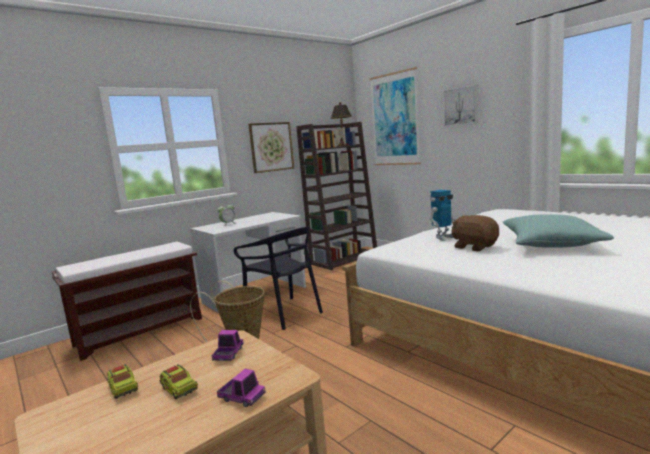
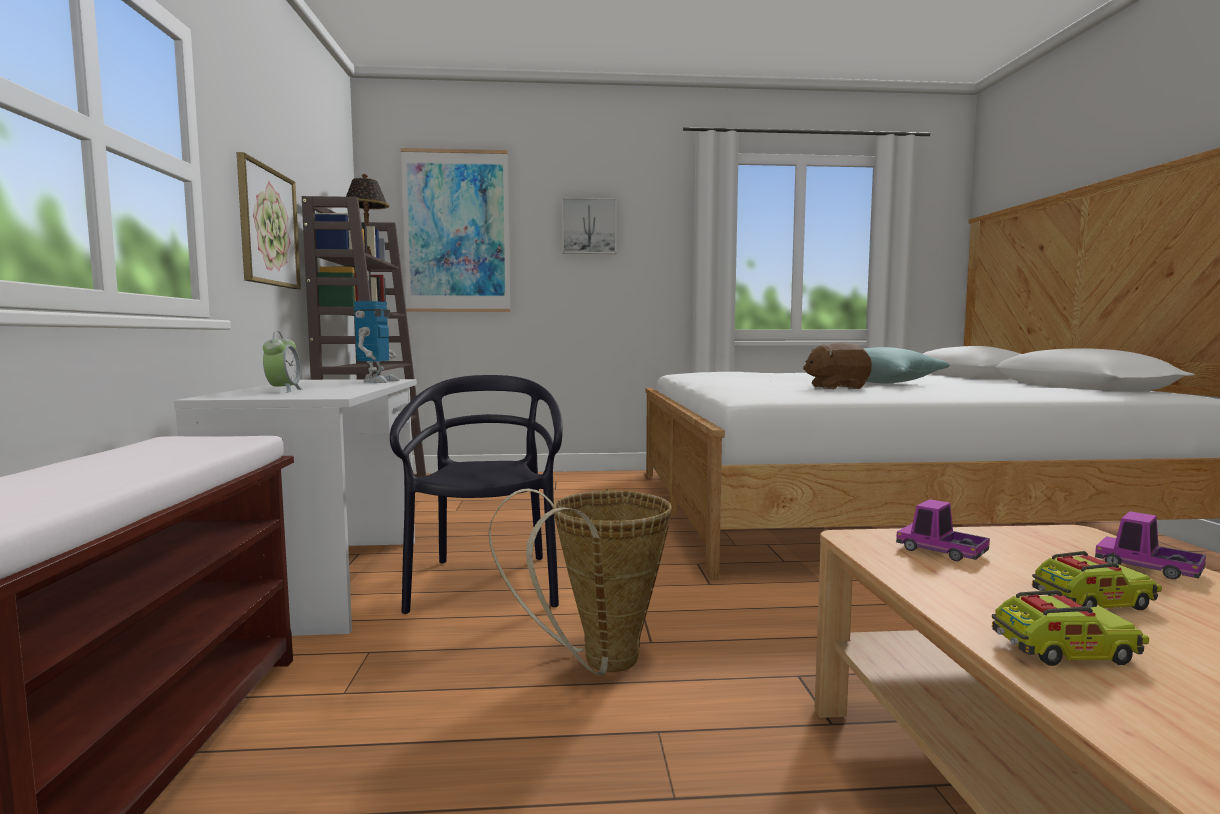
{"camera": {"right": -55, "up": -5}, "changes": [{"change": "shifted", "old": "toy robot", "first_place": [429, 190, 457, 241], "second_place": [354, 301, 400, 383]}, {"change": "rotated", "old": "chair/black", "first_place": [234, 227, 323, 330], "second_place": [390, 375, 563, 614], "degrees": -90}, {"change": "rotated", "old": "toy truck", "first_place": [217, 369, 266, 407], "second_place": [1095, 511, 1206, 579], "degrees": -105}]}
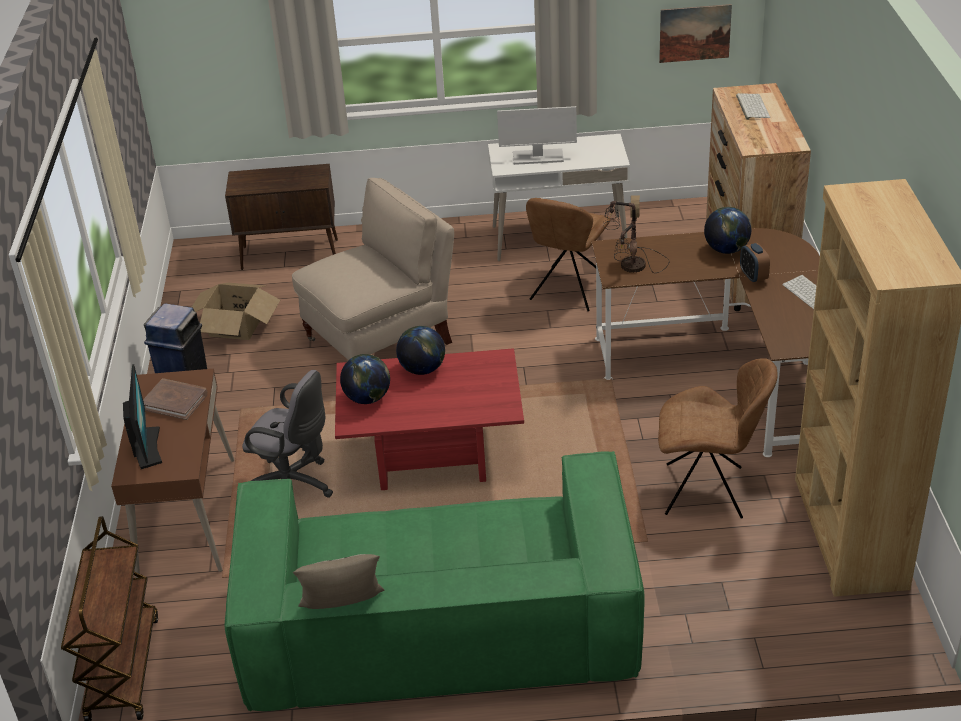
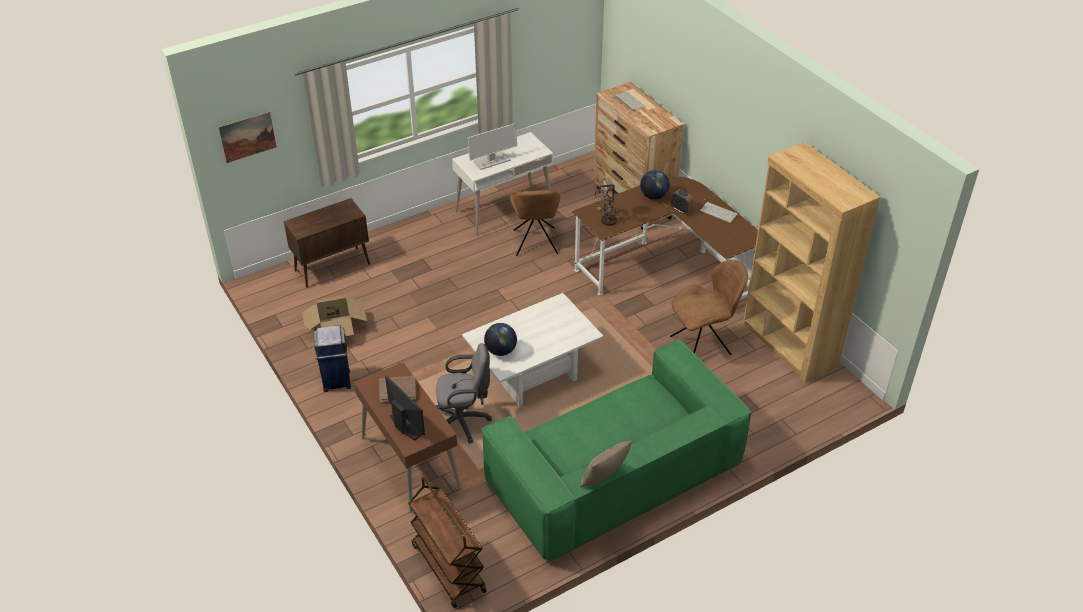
{"camera": {"right": -30, "up": 5}, "changes": [{"change": "shifted", "old": "picture", "first_place": [659, 4, 732, 63], "second_place": [219, 111, 276, 163]}, {"change": "repainted", "old": "coffee table/red", "new": "coffee table/white", "first_place": [335, 348, 524, 490], "second_place": [462, 293, 604, 406]}, {"change": "gone", "old": "chair/beige", "first_place": [292, 178, 454, 360]}, {"change": "gone", "old": "globe", "first_place": [396, 326, 445, 375]}]}
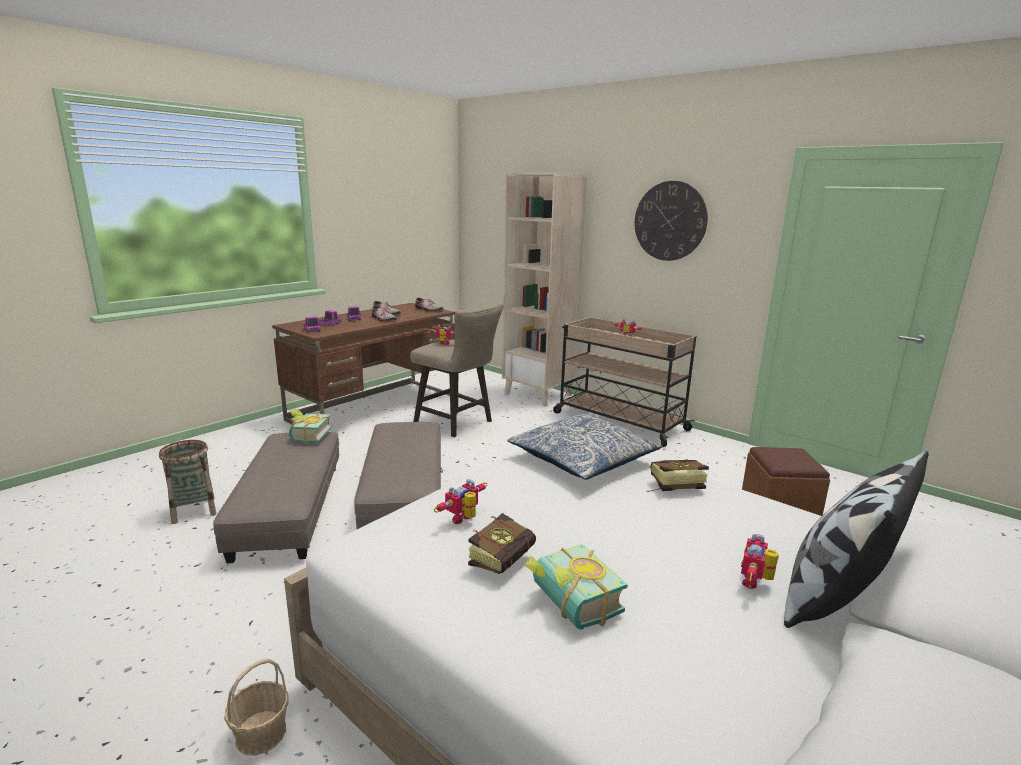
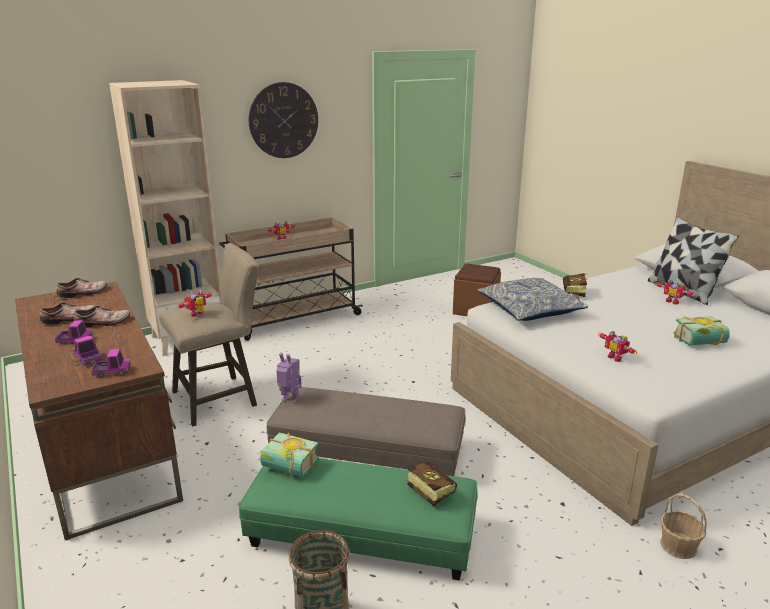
{"camera": {"right": -70, "up": 5}, "changes": [{"change": "repainted", "old": "ottoman/grey", "new": "ottoman/green", "first_place": [213, 432, 339, 563], "second_place": [239, 458, 477, 580]}, {"change": "new", "new": "toy robot", "second_place": [276, 352, 301, 403]}, {"change": "shifted", "old": "book", "first_place": [468, 513, 536, 574], "second_place": [405, 462, 457, 506]}]}
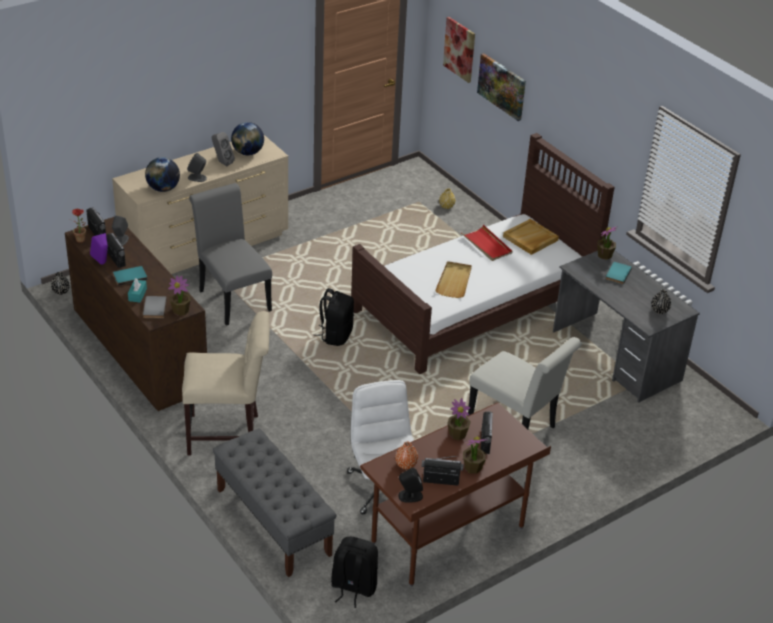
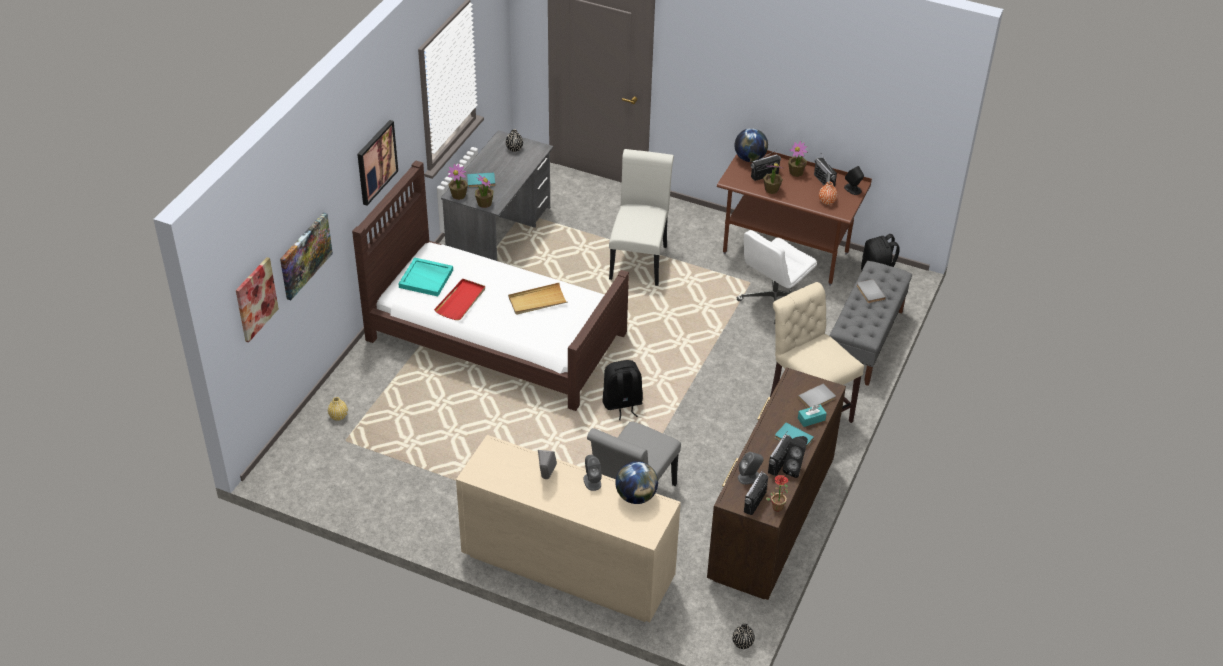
{"camera": {"right": -120, "up": 5}, "changes": [{"change": "new", "new": "picture", "second_place": [357, 120, 398, 206]}, {"change": "repainted", "old": "tray/beige", "new": "tray/turquoise", "first_place": [503, 219, 559, 255], "second_place": [398, 257, 453, 296]}, {"change": "shifted", "old": "potted plant", "first_place": [168, 275, 191, 316], "second_place": [475, 174, 493, 208]}, {"change": "shifted", "old": "globe", "first_place": [231, 122, 264, 155], "second_place": [735, 128, 768, 162]}, {"change": "repainted", "old": "speaker/purple", "new": "speaker/black", "first_place": [90, 233, 108, 264], "second_place": [783, 436, 808, 478]}, {"change": "new", "new": "book/grey", "second_place": [857, 279, 886, 303]}]}
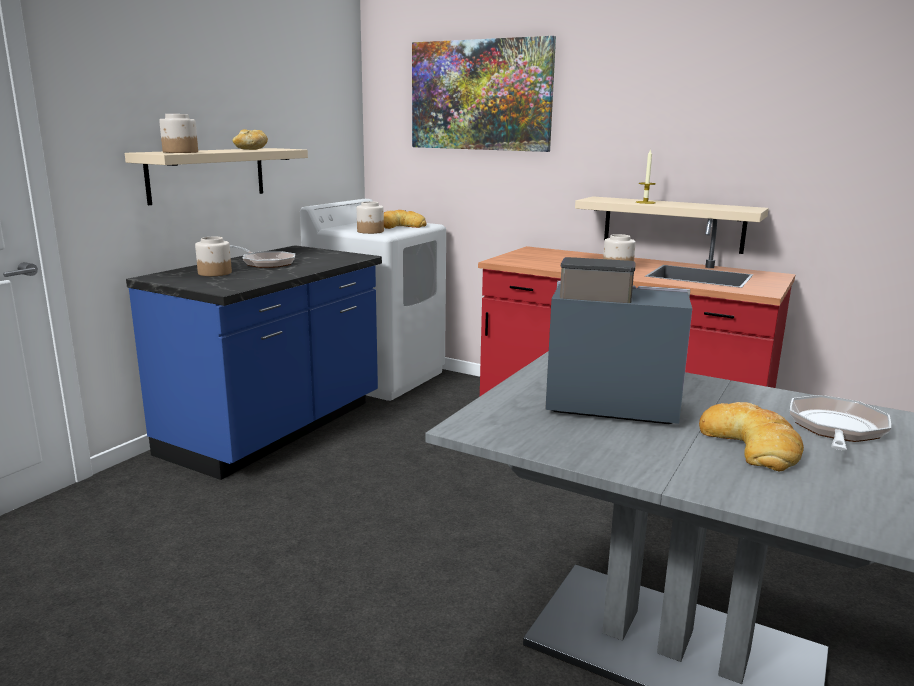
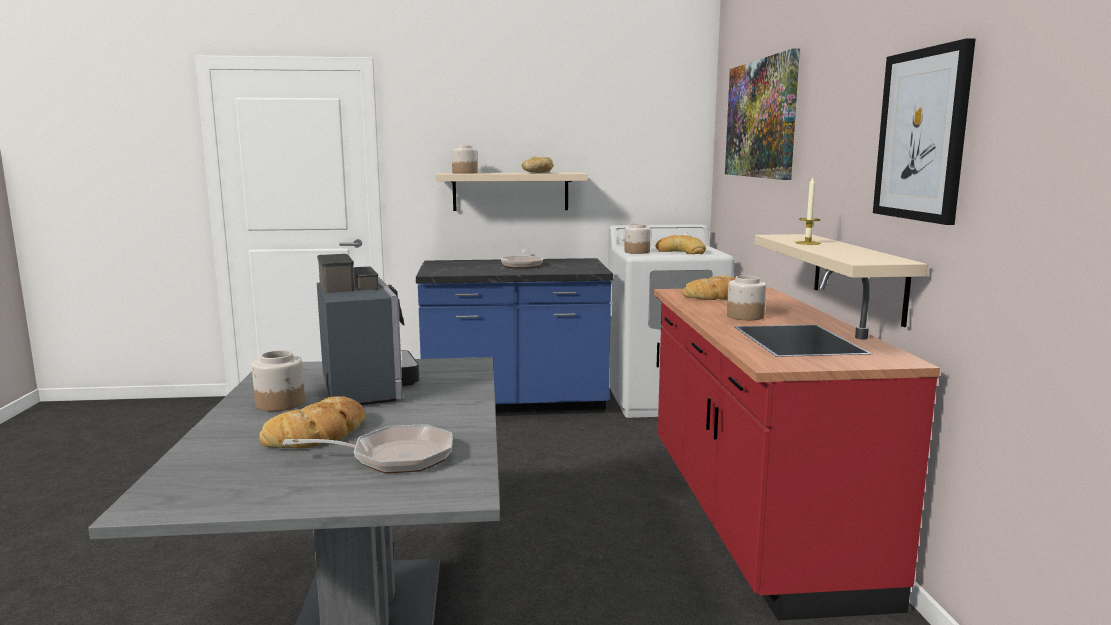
{"camera": {"right": 55, "up": -5}, "changes": [{"change": "shifted", "old": "jar", "first_place": [195, 237, 232, 276], "second_place": [252, 350, 305, 412]}, {"change": "new", "new": "bread", "second_place": [682, 275, 735, 300]}, {"change": "new", "new": "picture", "second_place": [873, 38, 976, 225]}]}
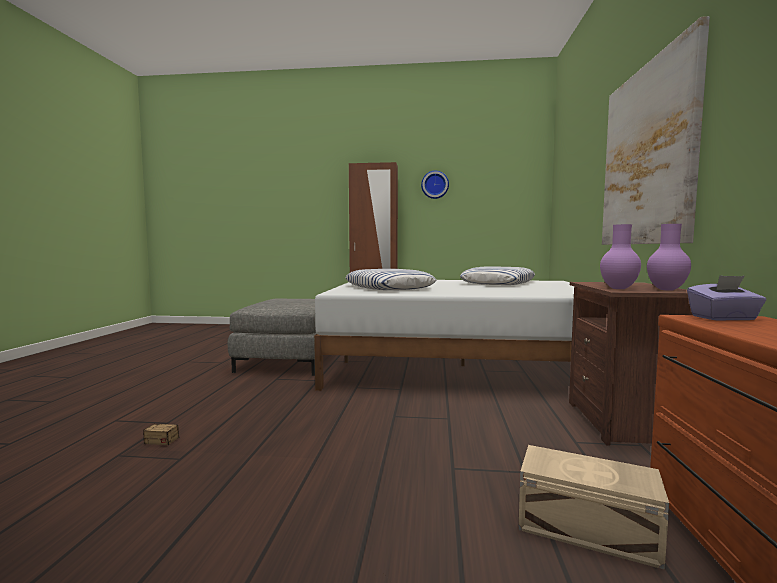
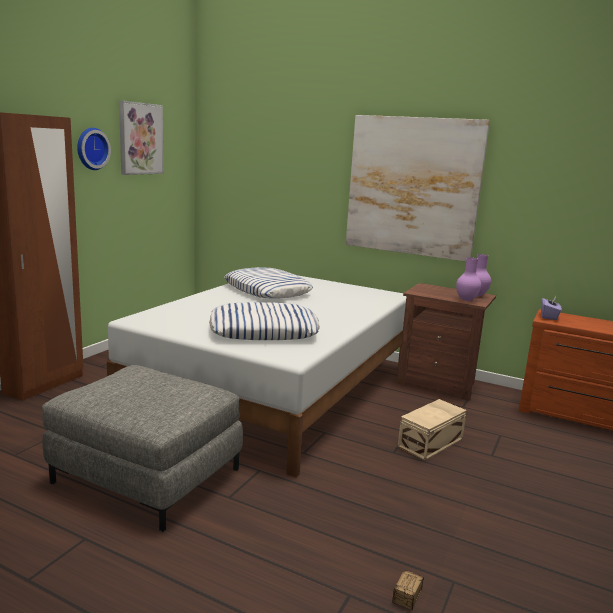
{"camera": {"right": -70, "up": 10}, "changes": [{"change": "new", "new": "picture", "second_place": [119, 100, 163, 175]}, {"change": "shifted", "old": "storage box/beige", "first_place": [518, 445, 669, 570], "second_place": [398, 399, 467, 461]}]}
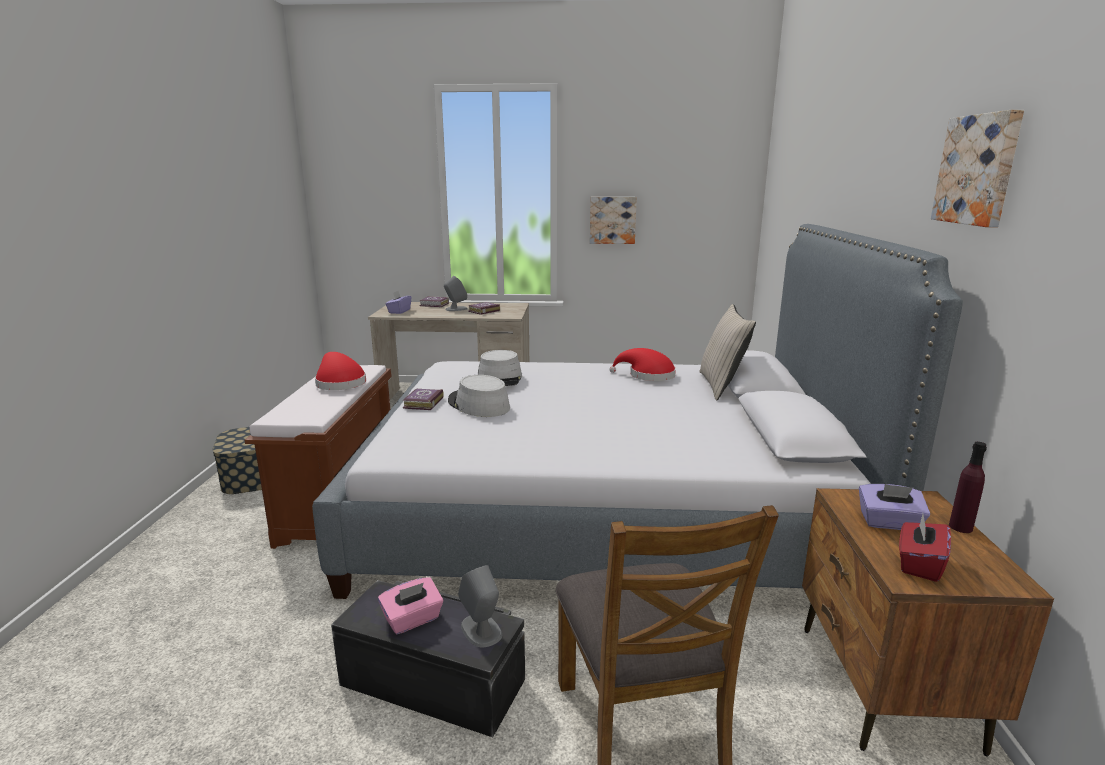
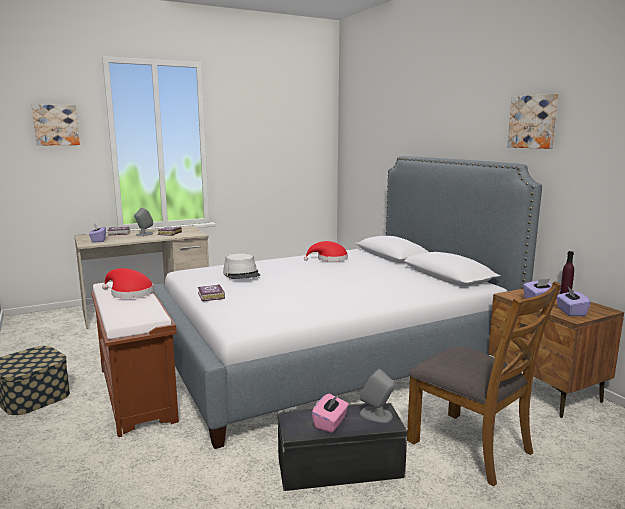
{"camera": {"right": -30, "up": -5}, "changes": [{"change": "shifted", "old": "picture", "first_place": [590, 197, 637, 244], "second_place": [32, 104, 80, 146]}, {"change": "repainted", "old": "tissue box/red", "new": "tissue box/purple", "first_place": [899, 514, 951, 582], "second_place": [556, 287, 591, 316]}, {"change": "gone", "old": "hat/grey", "first_place": [448, 375, 510, 417]}, {"change": "gone", "old": "pillow/beige", "first_place": [700, 304, 756, 400]}]}
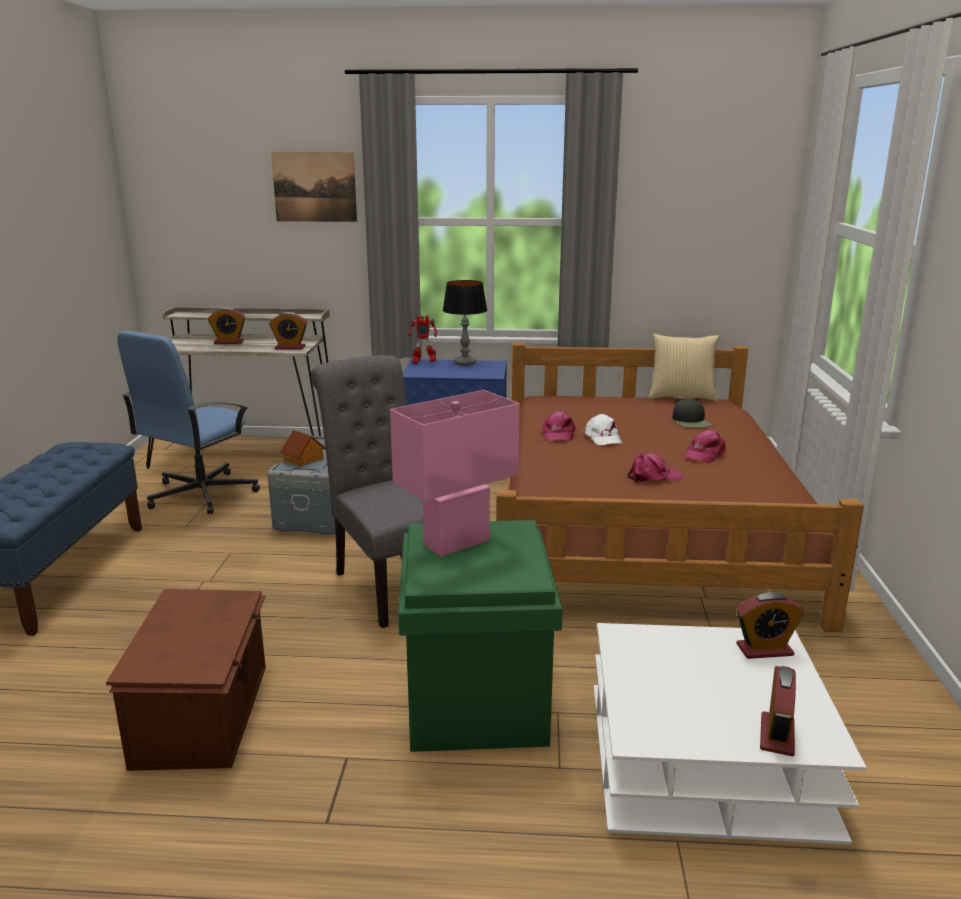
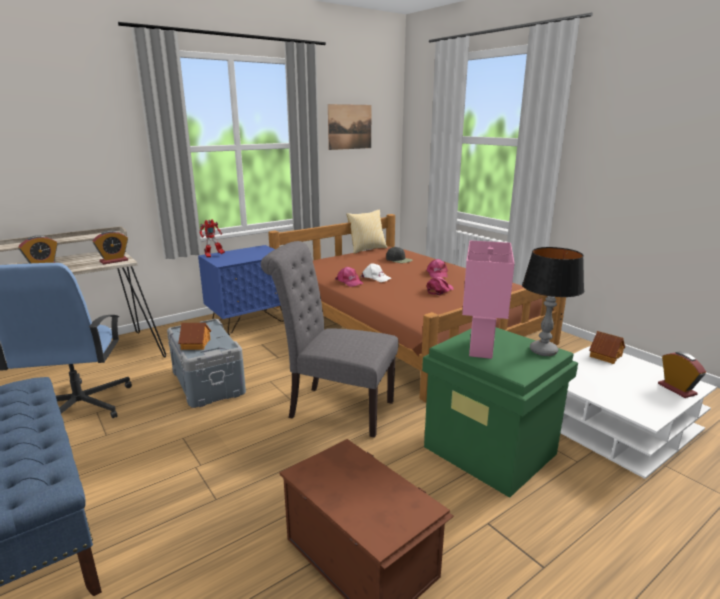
{"camera": {"right": -40, "up": 0}, "changes": [{"change": "shifted", "old": "picture", "first_place": [271, 152, 357, 222], "second_place": [328, 104, 372, 150]}, {"change": "shifted", "old": "table lamp", "first_place": [442, 280, 487, 366], "second_place": [522, 247, 584, 356]}, {"change": "swapped", "old": "alarm clock", "new": "toy house", "first_place": [736, 592, 804, 659], "second_place": [589, 331, 625, 364]}]}
